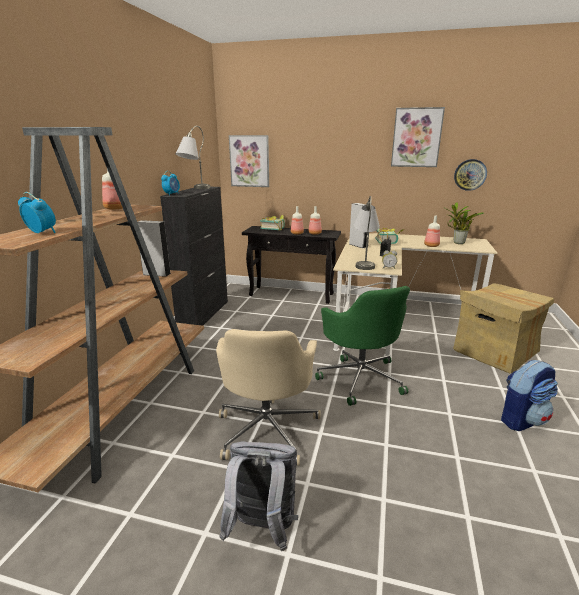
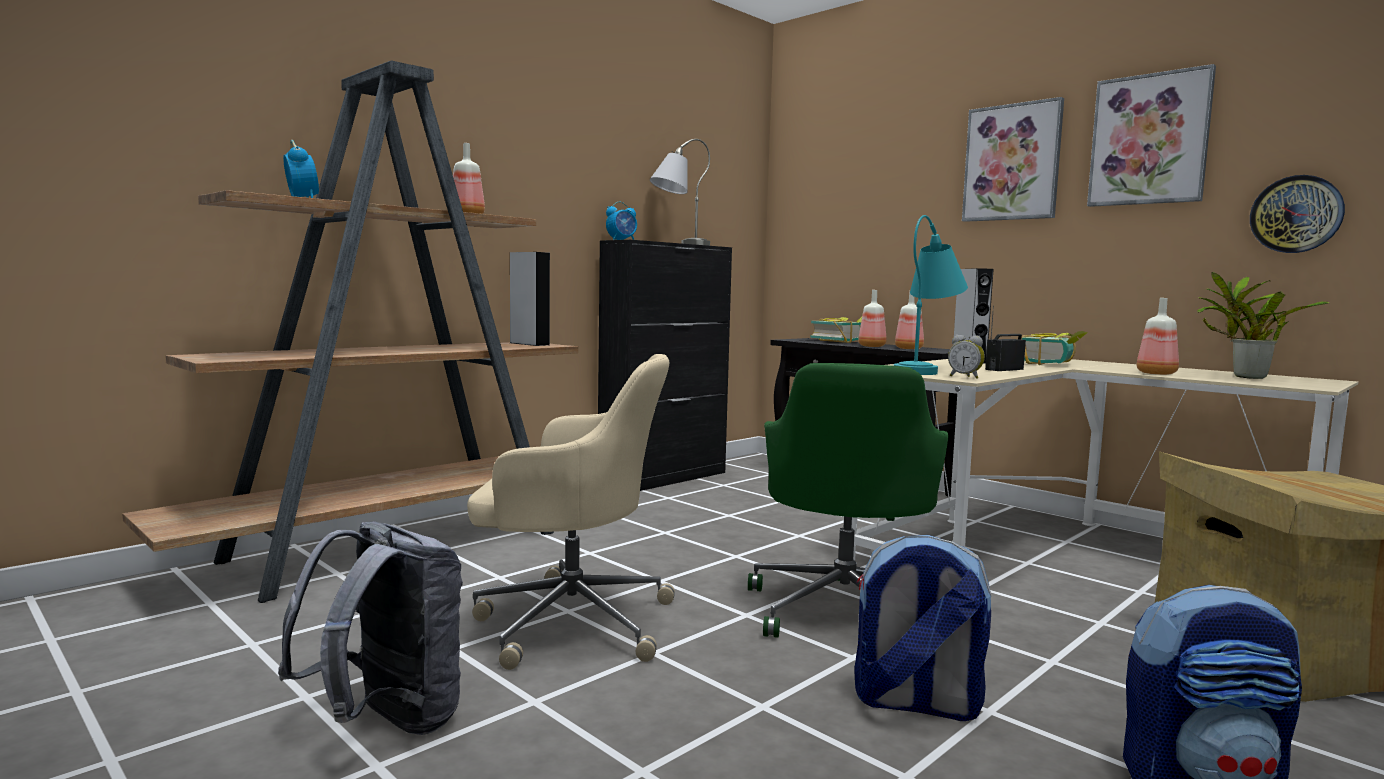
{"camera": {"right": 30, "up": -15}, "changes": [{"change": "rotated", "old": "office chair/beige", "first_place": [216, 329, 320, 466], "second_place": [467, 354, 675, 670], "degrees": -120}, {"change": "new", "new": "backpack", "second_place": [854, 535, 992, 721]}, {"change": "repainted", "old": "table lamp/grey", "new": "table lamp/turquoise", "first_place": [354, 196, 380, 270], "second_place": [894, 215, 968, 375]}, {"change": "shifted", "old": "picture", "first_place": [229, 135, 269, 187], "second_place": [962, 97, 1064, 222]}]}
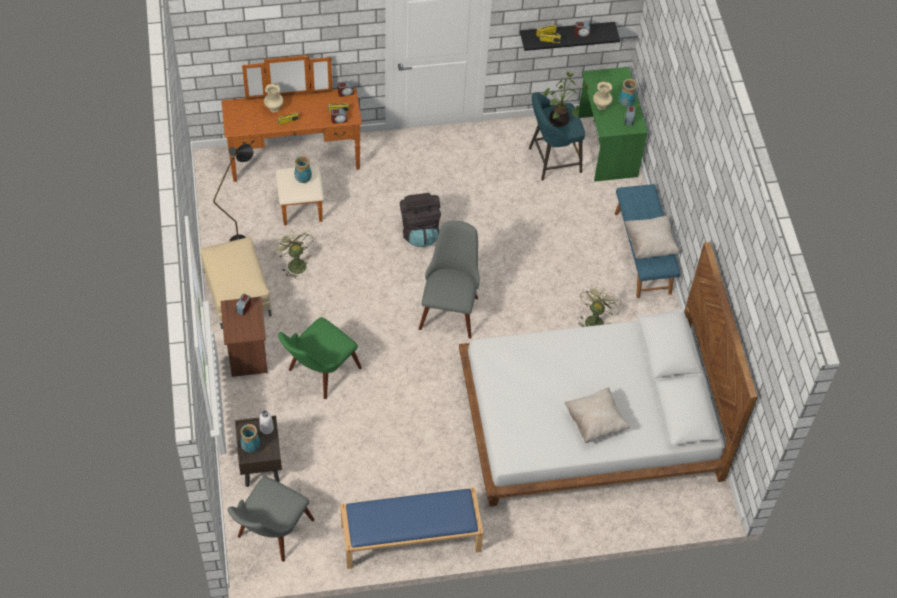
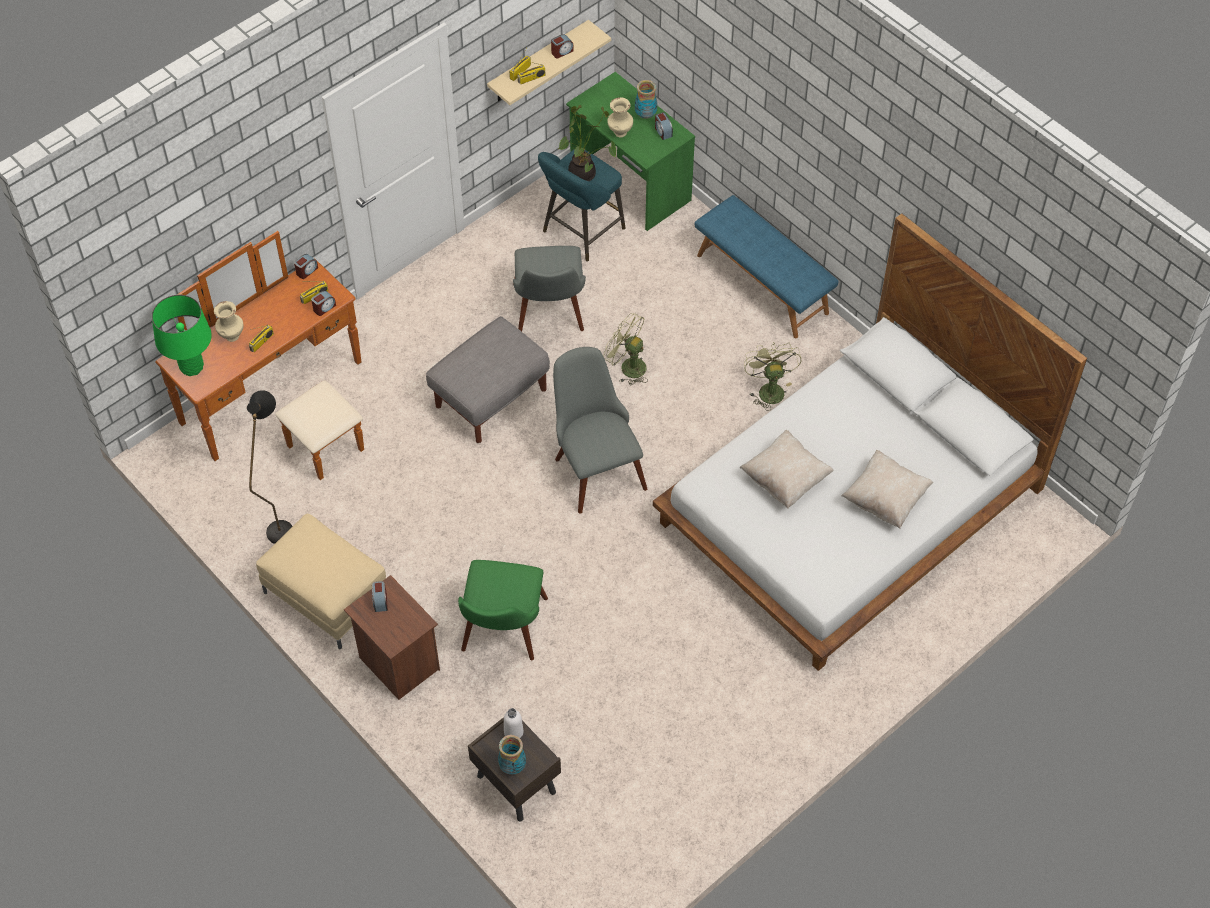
{"camera": {"right": -30, "up": 0}, "changes": [{"change": "new", "new": "table lamp/green", "second_place": [152, 295, 212, 376]}, {"change": "swapped", "old": "backpack/black", "new": "ottoman/grey", "first_place": [400, 193, 441, 247], "second_place": [426, 316, 550, 443]}, {"change": "repainted", "old": "shelf/black", "new": "shelf/beige", "first_place": [520, 22, 620, 51], "second_place": [487, 20, 611, 105]}, {"change": "shifted", "old": "chair/grey", "first_place": [228, 476, 314, 562], "second_place": [513, 246, 586, 331]}, {"change": "shifted", "old": "fan/green", "first_place": [273, 228, 314, 278], "second_place": [603, 313, 648, 385]}, {"change": "shifted", "old": "pillow/beige", "first_place": [625, 216, 680, 259], "second_place": [739, 430, 834, 508]}, {"change": "gone", "old": "vase", "first_place": [294, 155, 312, 183]}, {"change": "gone", "old": "bench/blue", "first_place": [340, 488, 483, 569]}]}
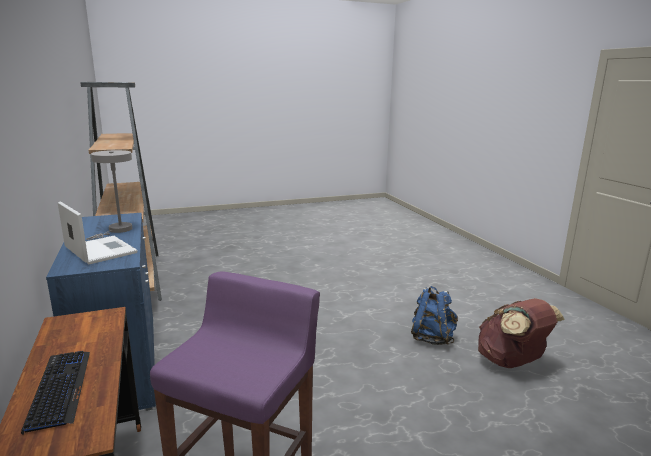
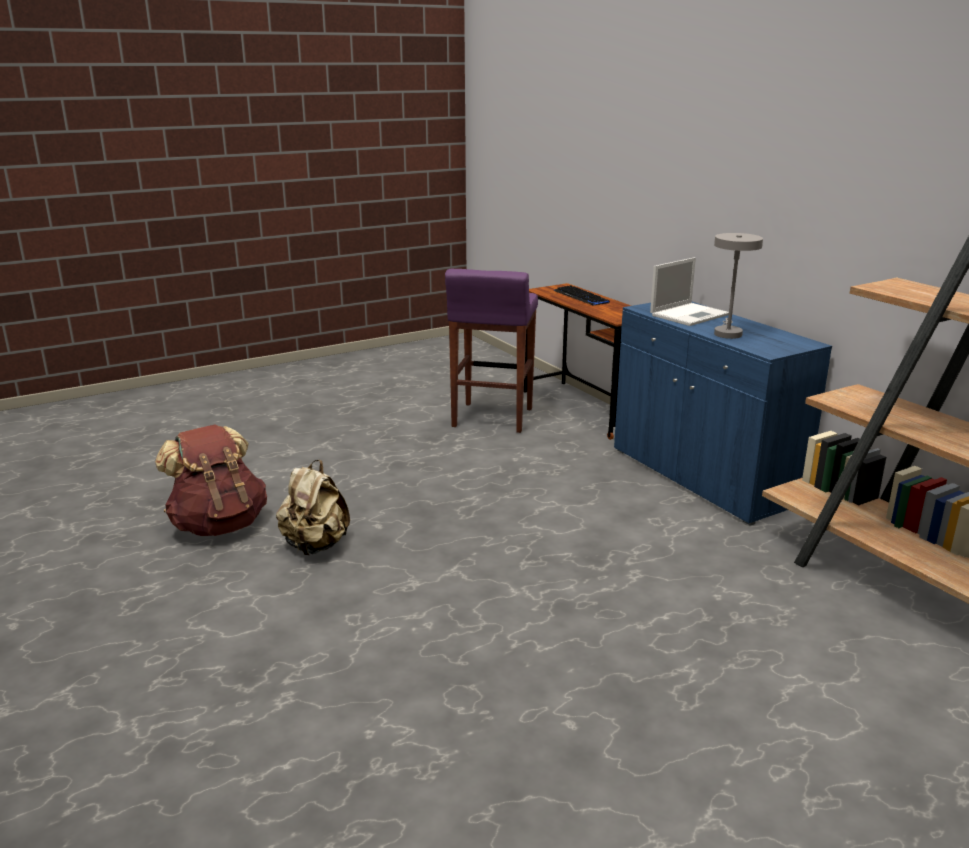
{"camera": {"right": 170, "up": 5}, "changes": [{"change": "repainted", "old": "backpack/blue", "new": "backpack/beige", "first_place": [411, 286, 458, 345], "second_place": [276, 460, 350, 555]}, {"change": "rotated", "old": "laptop", "first_place": [58, 201, 138, 264], "second_place": [650, 257, 729, 326], "degrees": -75}]}
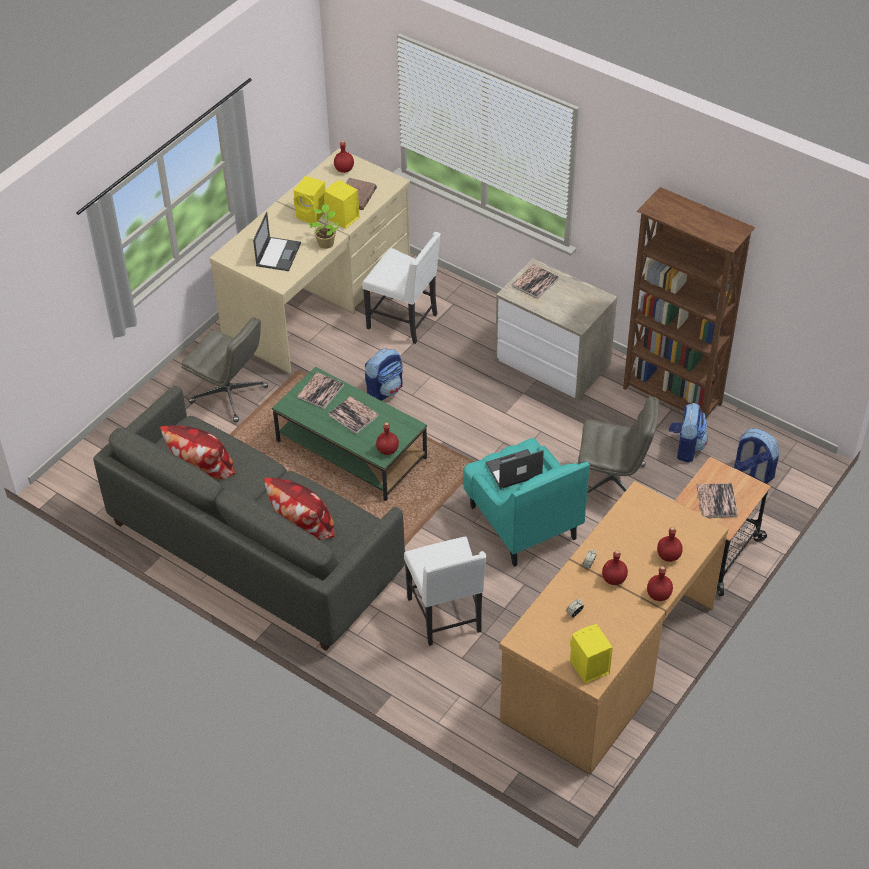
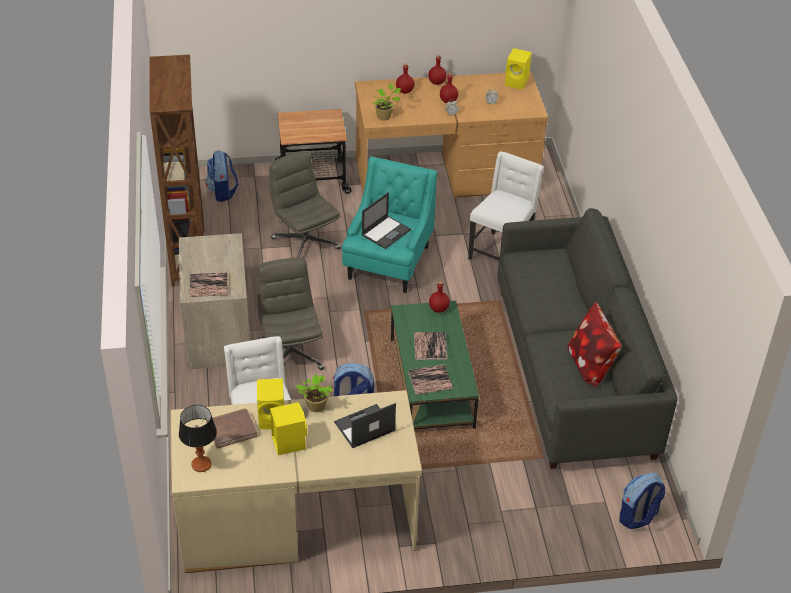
{"camera": {"right": -135, "up": -5}, "changes": [{"change": "swapped", "old": "bottle/red", "new": "table lamp", "first_place": [334, 140, 354, 173], "second_place": [179, 405, 217, 472]}, {"change": "shifted", "old": "office chair/grey", "first_place": [182, 317, 268, 422], "second_place": [257, 257, 324, 370]}, {"change": "rotated", "old": "laptop", "first_place": [485, 449, 544, 489], "second_place": [362, 192, 411, 249], "degrees": -75}, {"change": "new", "new": "potted plant", "second_place": [373, 84, 401, 120]}, {"change": "shifted", "old": "backpack", "first_place": [669, 403, 708, 463], "second_place": [619, 472, 665, 529]}, {"change": "gone", "old": "pillow", "first_place": [264, 478, 335, 540]}, {"change": "gone", "old": "book", "first_place": [696, 483, 738, 518]}]}
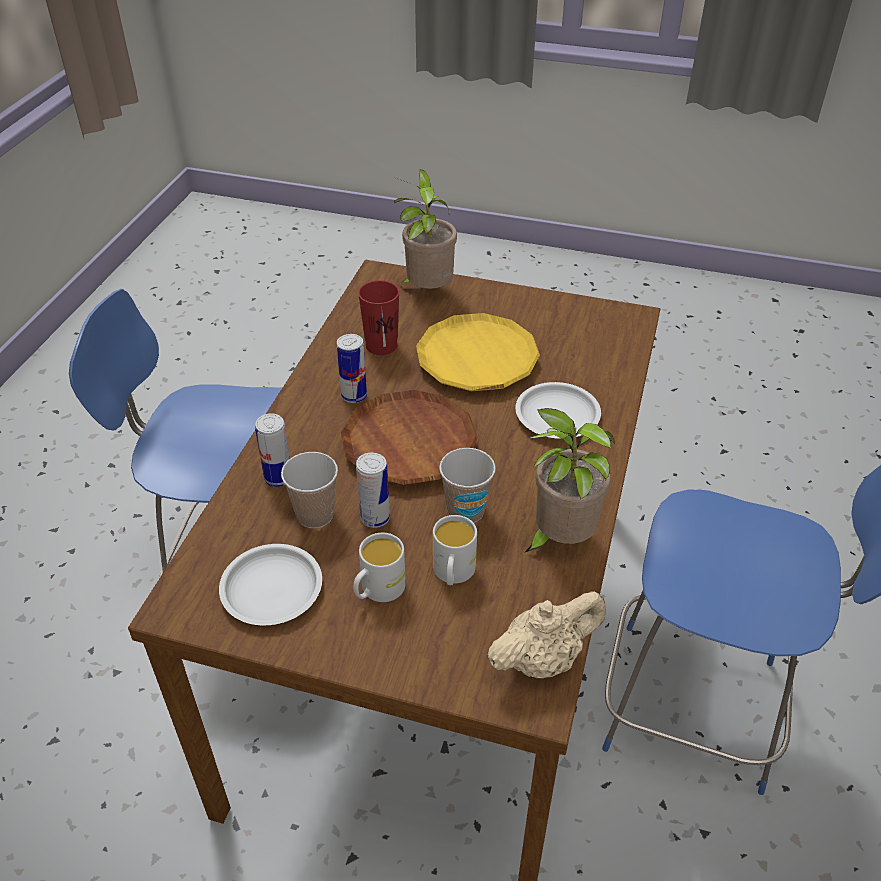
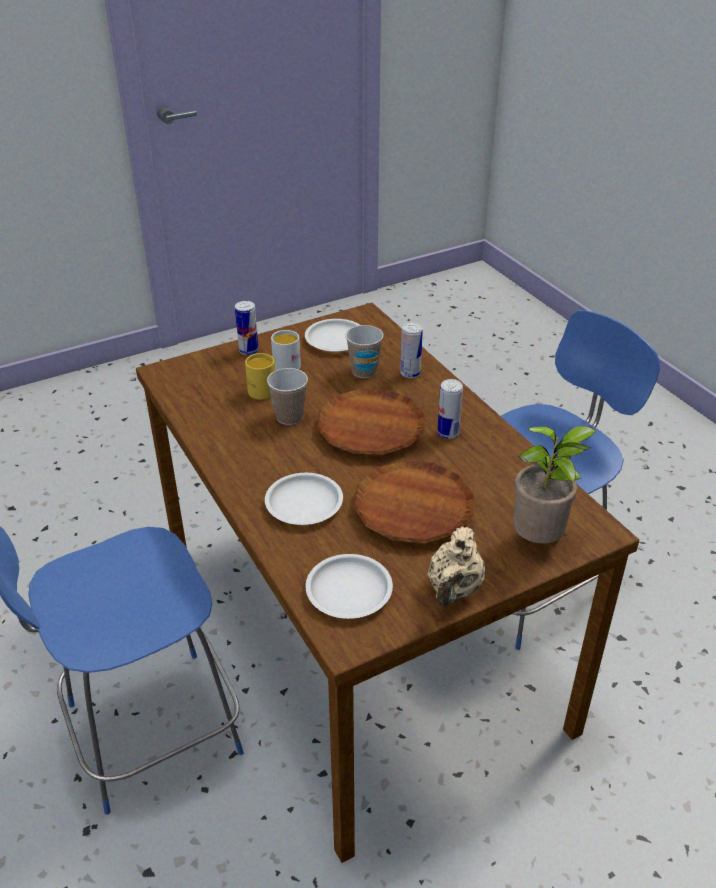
{"camera": {"right": 135, "up": -5}, "changes": [{"change": "shifted", "old": "can", "first_place": [356, 453, 390, 528], "second_place": [235, 301, 259, 355]}, {"change": "repainted", "old": "mug/white", "new": "mug/yellow", "first_place": [433, 515, 477, 585], "second_place": [245, 353, 275, 400]}, {"change": "new", "new": "plate/white", "second_place": [306, 554, 393, 619]}, {"change": "repainted", "old": "plate/yellow", "new": "plate/brown", "first_place": [416, 313, 540, 391], "second_place": [353, 461, 474, 544]}, {"change": "shifted", "old": "teapot/beige", "first_place": [487, 591, 606, 678], "second_place": [427, 526, 485, 607]}, {"change": "gone", "old": "cup/red", "first_place": [358, 280, 400, 355]}, {"change": "gone", "old": "potted plant", "first_place": [524, 408, 615, 553]}]}
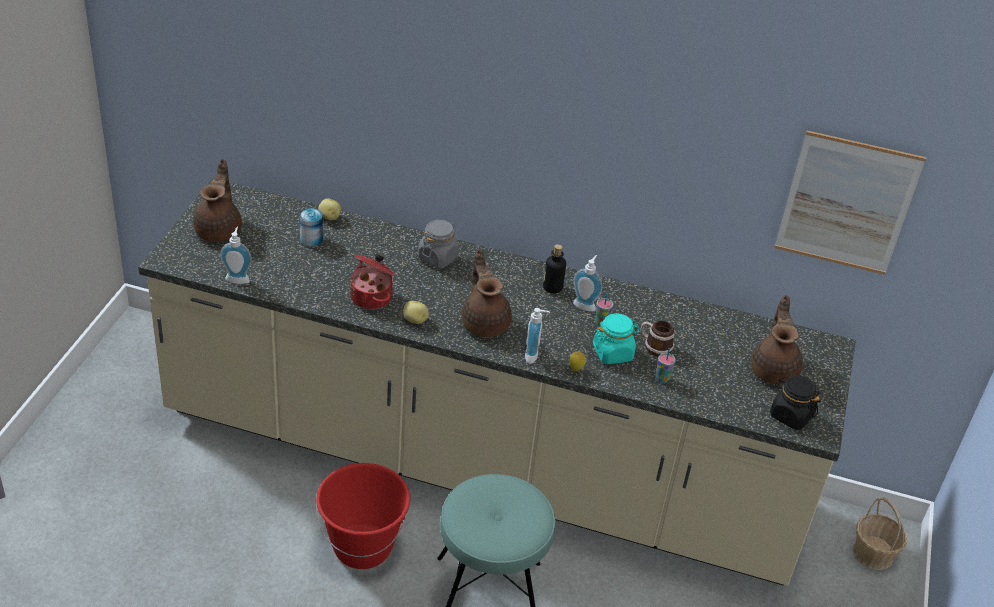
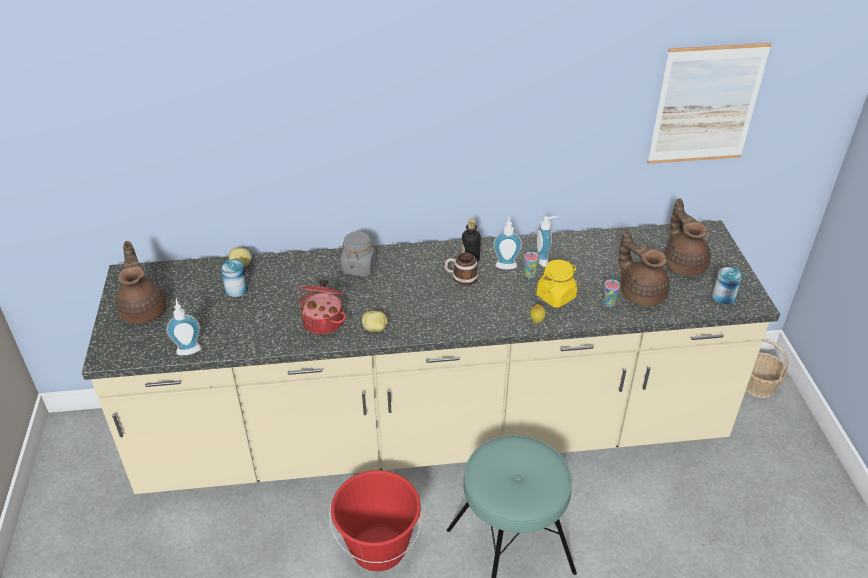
{"camera": {"right": -20, "up": 0}, "changes": [{"change": "shifted", "old": "mug", "first_place": [640, 321, 675, 357], "second_place": [445, 253, 478, 286]}, {"change": "repainted", "old": "jar/turquoise", "new": "jar/yellow", "first_place": [593, 313, 640, 364], "second_place": [536, 260, 577, 308]}, {"change": "shifted", "old": "soap dispenser", "first_place": [525, 308, 550, 364], "second_place": [537, 216, 557, 267]}, {"change": "shifted", "old": "teapot/brown", "first_place": [462, 249, 512, 337], "second_place": [619, 230, 670, 307]}, {"change": "swapped", "old": "jar/black", "new": "can", "first_place": [770, 375, 820, 430], "second_place": [712, 266, 743, 304]}]}
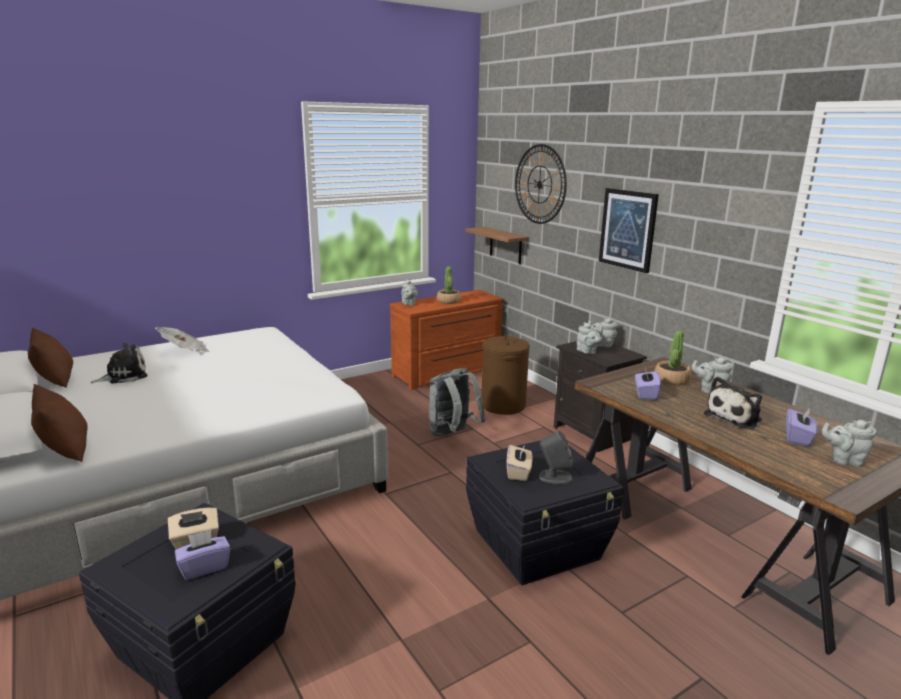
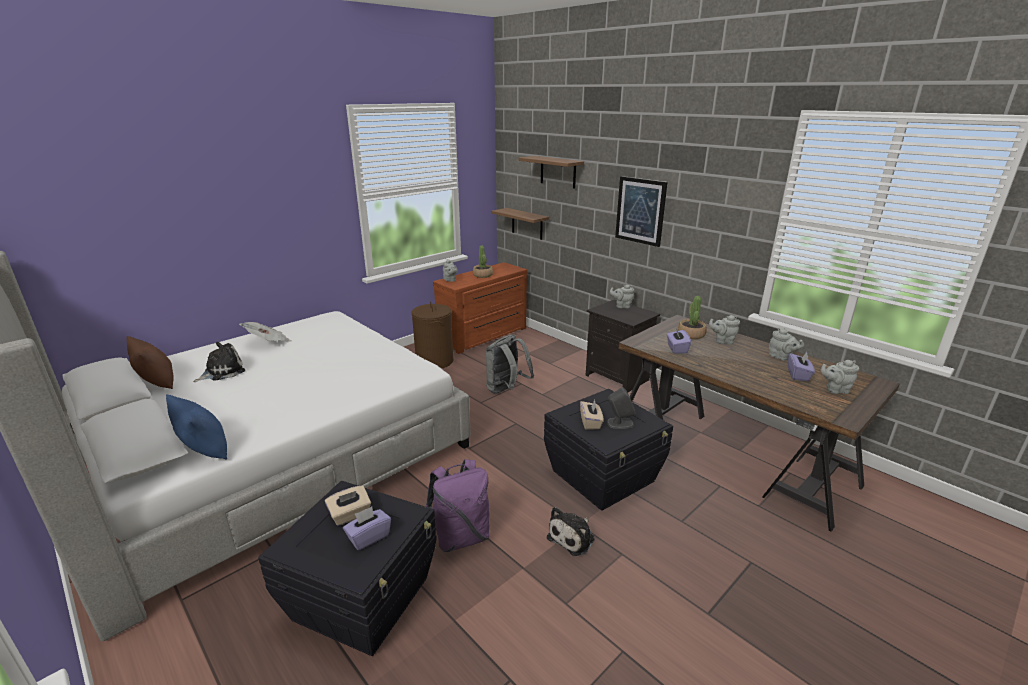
{"camera": {"right": -10, "up": 5}, "changes": [{"change": "repainted", "old": "pillow/brown", "new": "pillow/blue", "first_place": [31, 384, 87, 462], "second_place": [166, 394, 227, 459]}, {"change": "shifted", "old": "laundry basket/brown", "first_place": [481, 333, 530, 415], "second_place": [412, 301, 454, 369]}, {"change": "new", "new": "backpack/purple", "second_place": [426, 459, 490, 552]}, {"change": "swapped", "old": "wall clock", "new": "shelf", "first_place": [515, 144, 567, 224], "second_place": [518, 156, 584, 188]}, {"change": "shifted", "old": "plush toy", "first_place": [704, 377, 762, 428], "second_place": [547, 507, 595, 556]}, {"change": "shifted", "old": "teapot/grey", "first_place": [577, 322, 602, 354], "second_place": [769, 328, 804, 361]}]}
